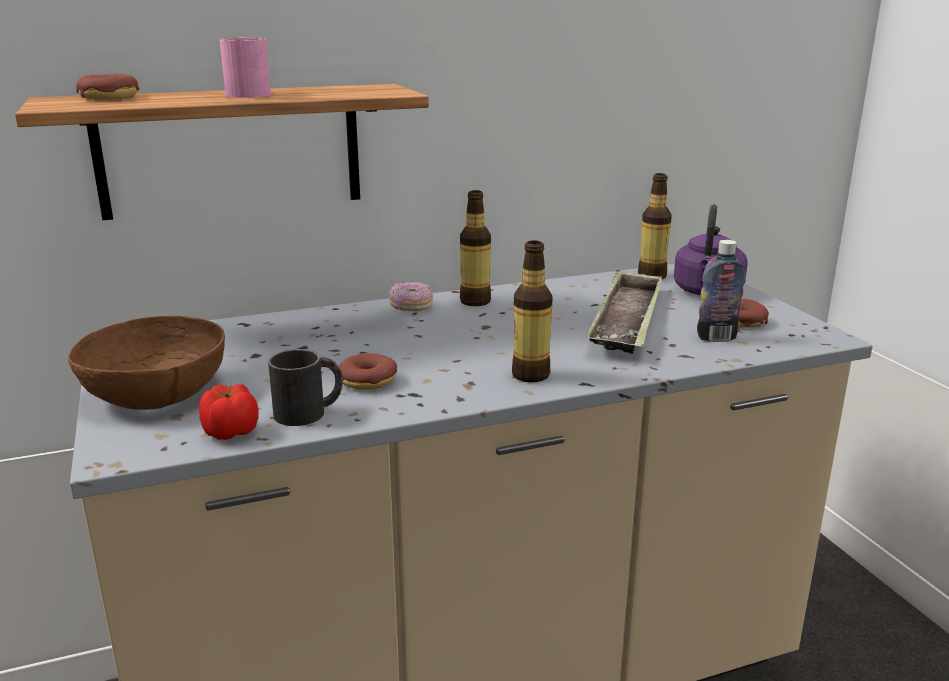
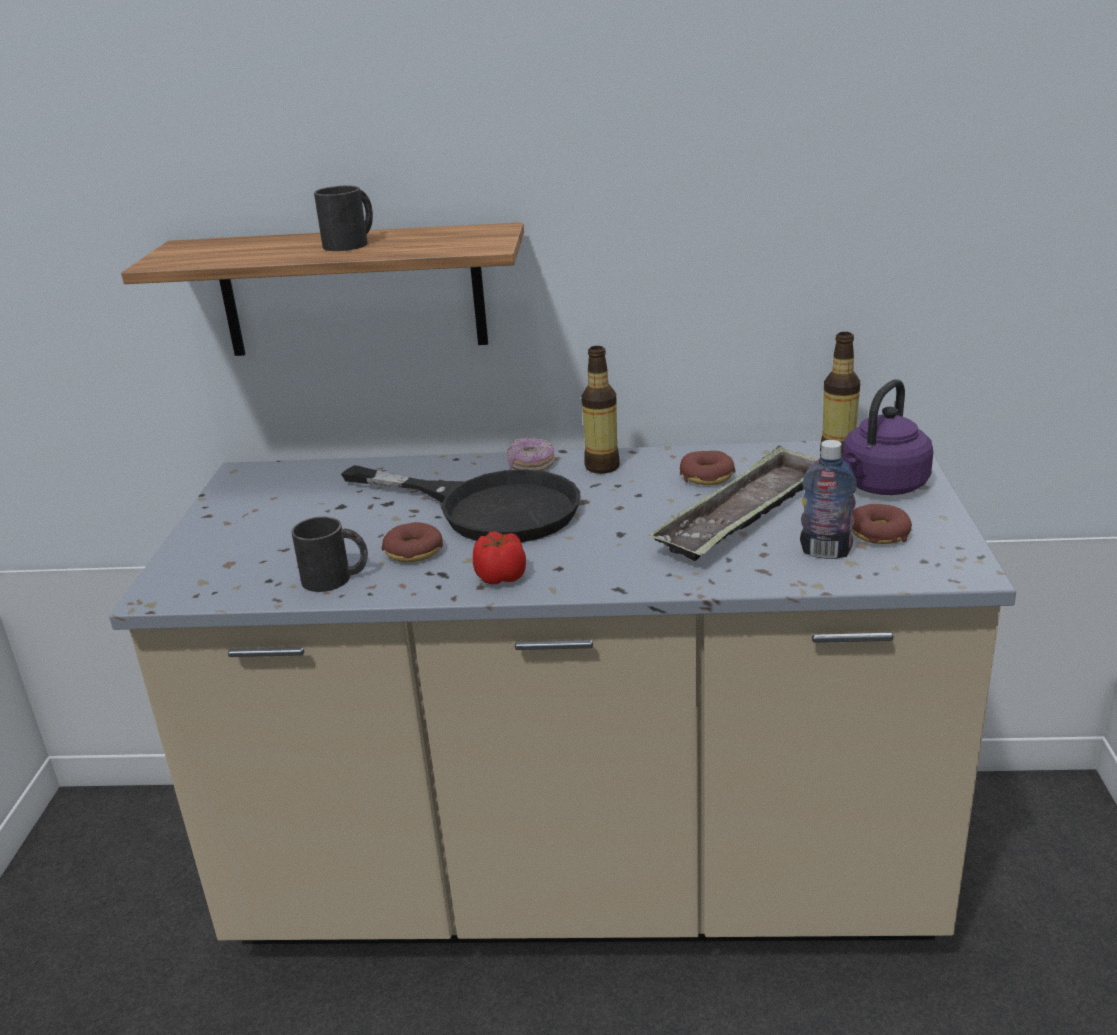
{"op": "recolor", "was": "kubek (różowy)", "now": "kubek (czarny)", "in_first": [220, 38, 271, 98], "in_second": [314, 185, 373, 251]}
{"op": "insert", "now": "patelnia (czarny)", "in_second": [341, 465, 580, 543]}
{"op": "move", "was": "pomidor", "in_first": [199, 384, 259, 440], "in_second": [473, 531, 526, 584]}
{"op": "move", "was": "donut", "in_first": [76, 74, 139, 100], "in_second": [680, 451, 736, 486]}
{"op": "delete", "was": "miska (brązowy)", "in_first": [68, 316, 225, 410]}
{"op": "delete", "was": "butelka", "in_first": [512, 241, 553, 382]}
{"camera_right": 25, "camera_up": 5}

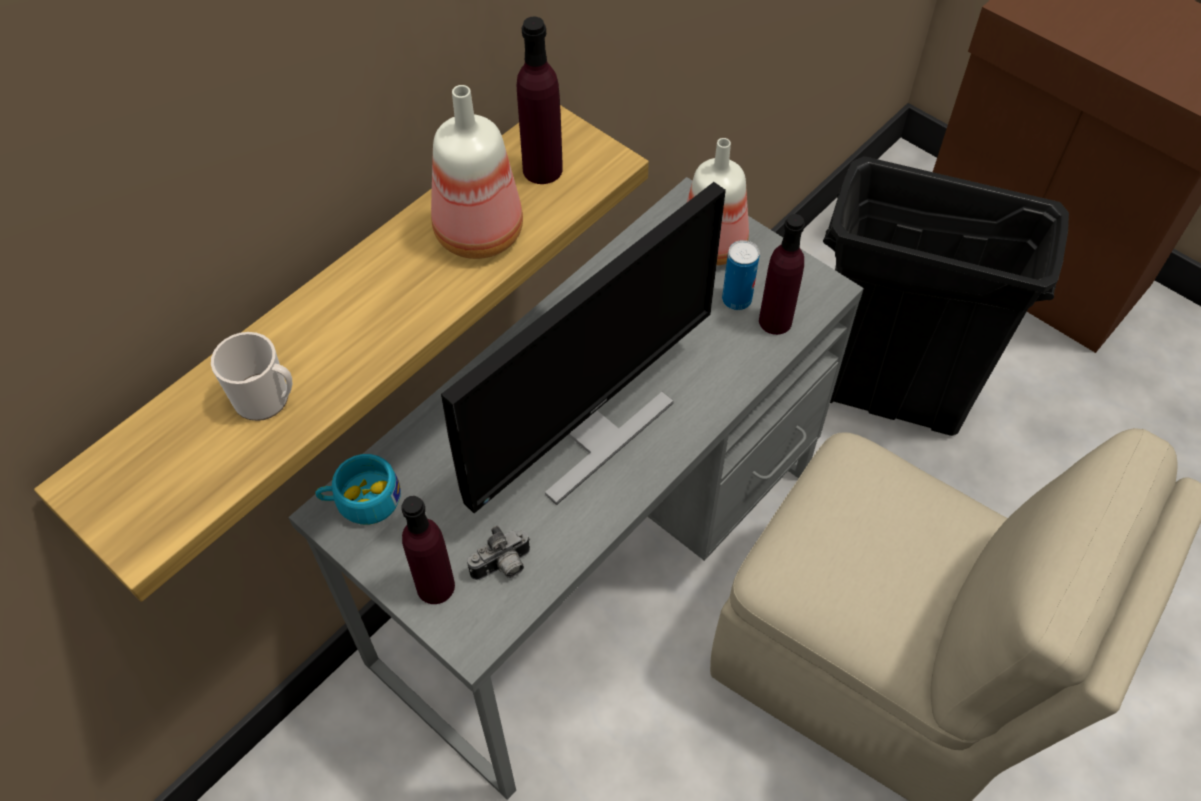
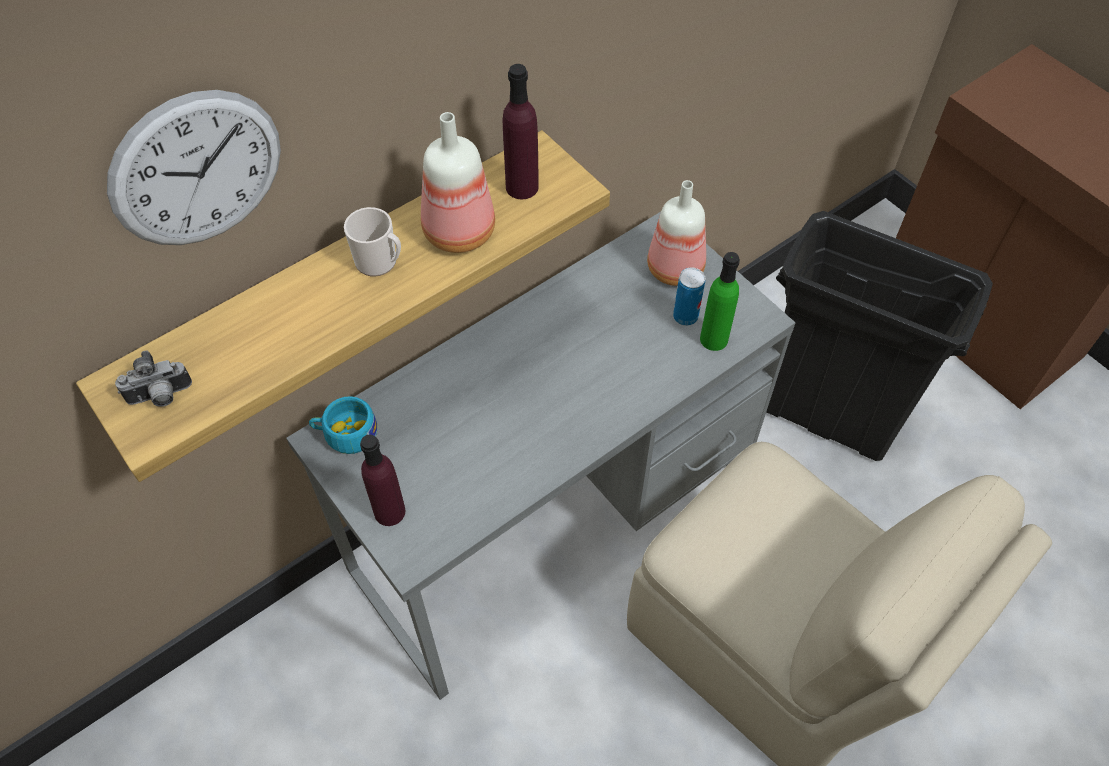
{"op": "insert", "now": "zegar ścienny", "in_second": [107, 90, 281, 245]}
{"op": "move", "was": "aparat fotograficzny", "in_first": [467, 526, 531, 580], "in_second": [115, 351, 192, 407]}
{"op": "move", "was": "kubek", "in_first": [211, 332, 292, 421], "in_second": [344, 207, 401, 277]}
{"op": "recolor", "was": "butelka (fioletowy)", "now": "butelka (zielony)", "in_first": [759, 214, 805, 335], "in_second": [700, 252, 740, 351]}
{"op": "delete", "was": "monitor", "in_first": [441, 182, 726, 513]}
{"camera_right": 10, "camera_up": 0}

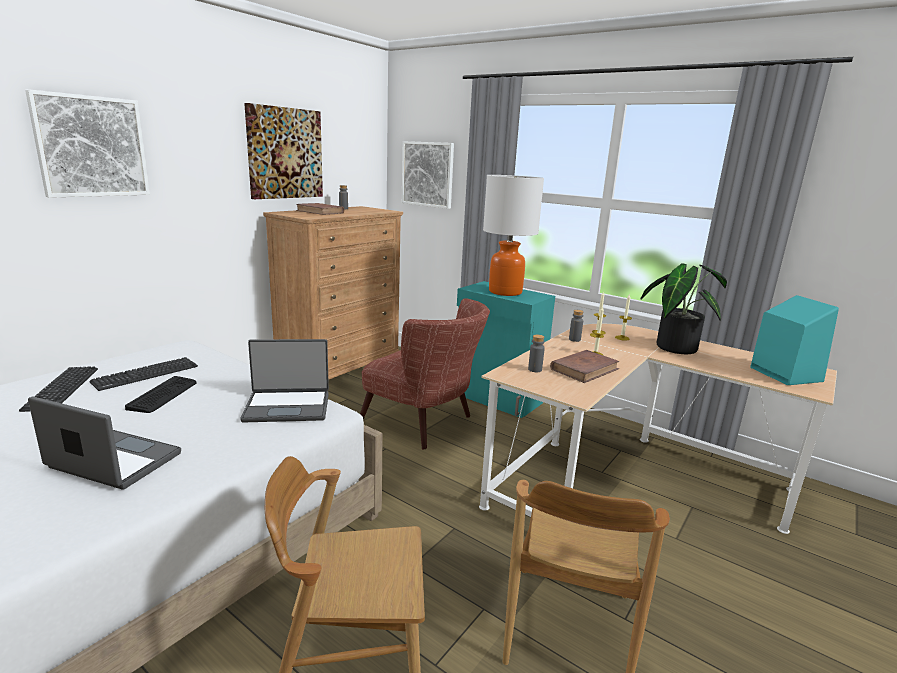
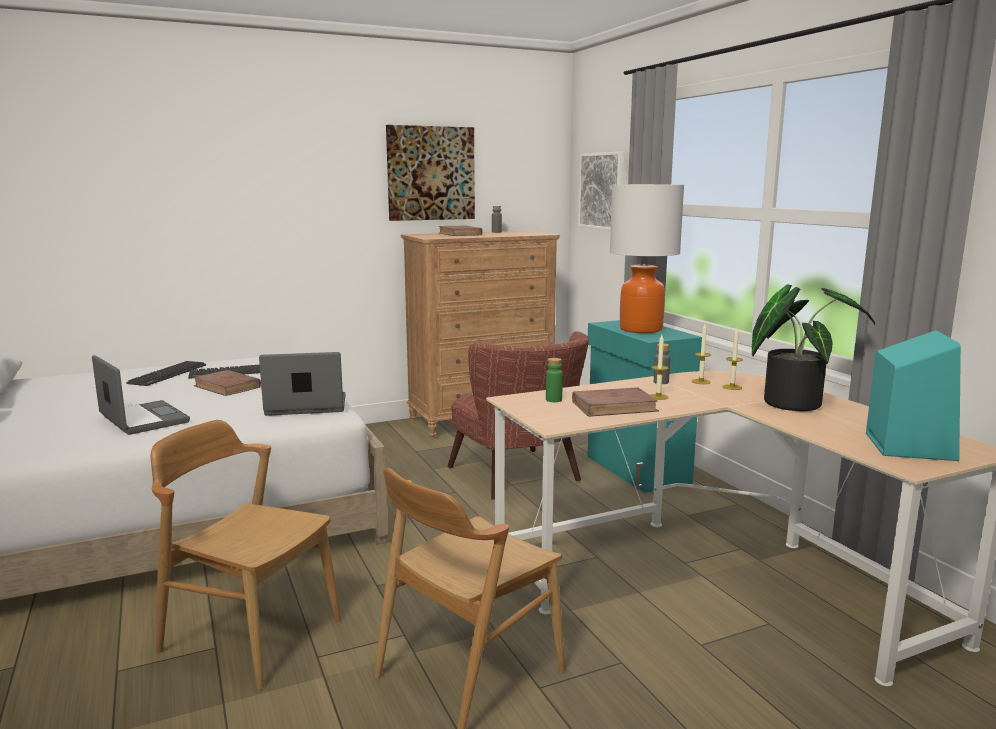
{"op": "replace", "was": "klawiatura", "now": "książka (brązowy)", "in_first": [125, 376, 197, 413], "in_second": [193, 370, 261, 396]}
{"op": "rotate", "was": "laptop", "in_first": [240, 339, 329, 423], "in_second": [259, 352, 345, 416], "clockwise": 150}
{"op": "recolor", "was": "butelka (szary)", "now": "butelka (zielony)", "in_first": [528, 335, 545, 372], "in_second": [546, 358, 563, 402]}
{"op": "delete", "was": "obraz", "in_first": [25, 89, 150, 198]}
{"camera_right": 30, "camera_up": -5}

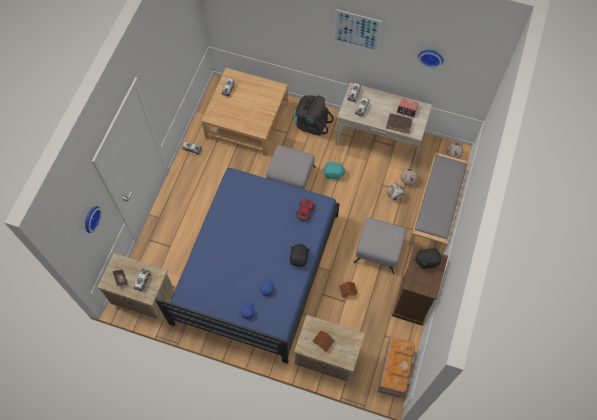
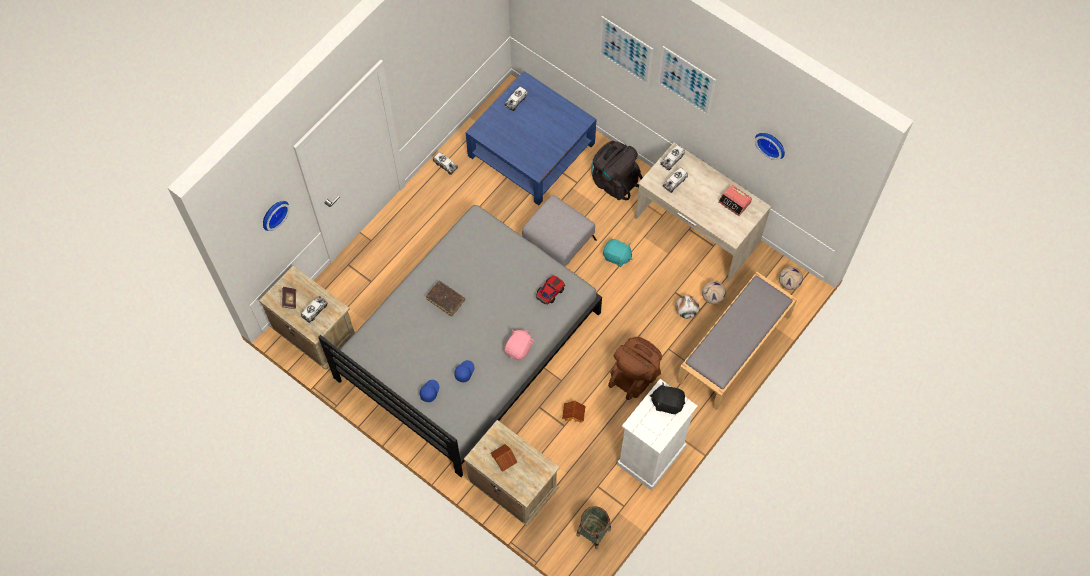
{"op": "recolor", "was": "łóżko (niebieski)", "now": "łóżko (szary)", "in_first": [155, 168, 340, 364], "in_second": [319, 205, 602, 477]}
{"op": "move", "was": "książka (brązowy)", "in_first": [386, 113, 413, 134], "in_second": [426, 280, 465, 316]}
{"op": "recolor", "was": "ława (beżowy)", "now": "ława (niebieski)", "in_first": [201, 68, 288, 156], "in_second": [466, 71, 596, 205]}
{"op": "recolor", "was": "pluszak (czarny)", "now": "pluszak (różowy)", "in_first": [290, 244, 309, 267], "in_second": [504, 329, 534, 360]}
{"op": "replace", "was": "pojemnik do przechowywania", "now": "koszyk", "in_first": [378, 337, 415, 397], "in_second": [576, 506, 611, 549]}
{"op": "insert", "now": "obraz", "in_second": [599, 16, 653, 85]}
{"op": "replace", "was": "pufa (szary)", "now": "plecak (brązowy)", "in_first": [354, 217, 406, 275], "in_second": [608, 337, 662, 400]}
{"op": "recolor", "was": "komoda (brązowy)", "now": "komoda (biały)", "in_first": [392, 246, 448, 326], "in_second": [617, 379, 698, 491]}
{"camera_right": 20, "camera_up": 0}

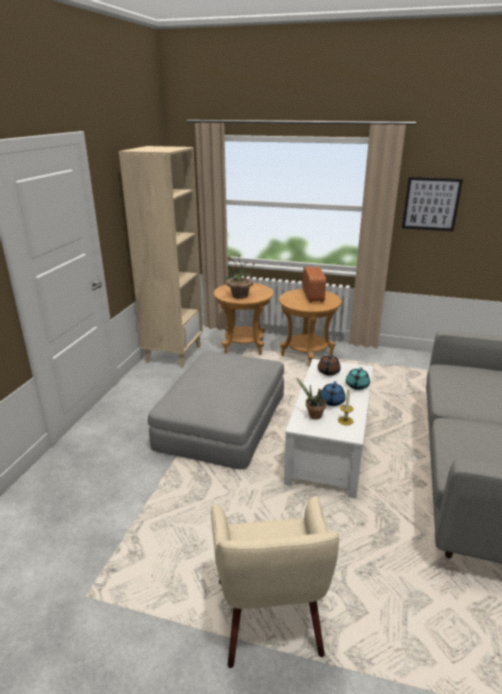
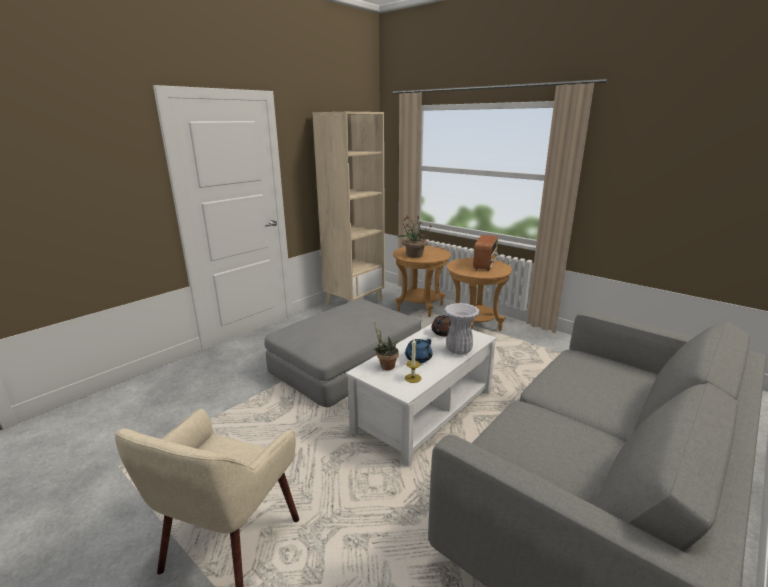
{"op": "replace", "was": "imbryk (turkusowy)", "now": "wazon (biały)", "in_first": [346, 367, 370, 390], "in_second": [444, 303, 480, 354]}
{"op": "delete", "was": "obraz", "in_first": [402, 177, 463, 231]}
{"camera_right": 25, "camera_up": -5}

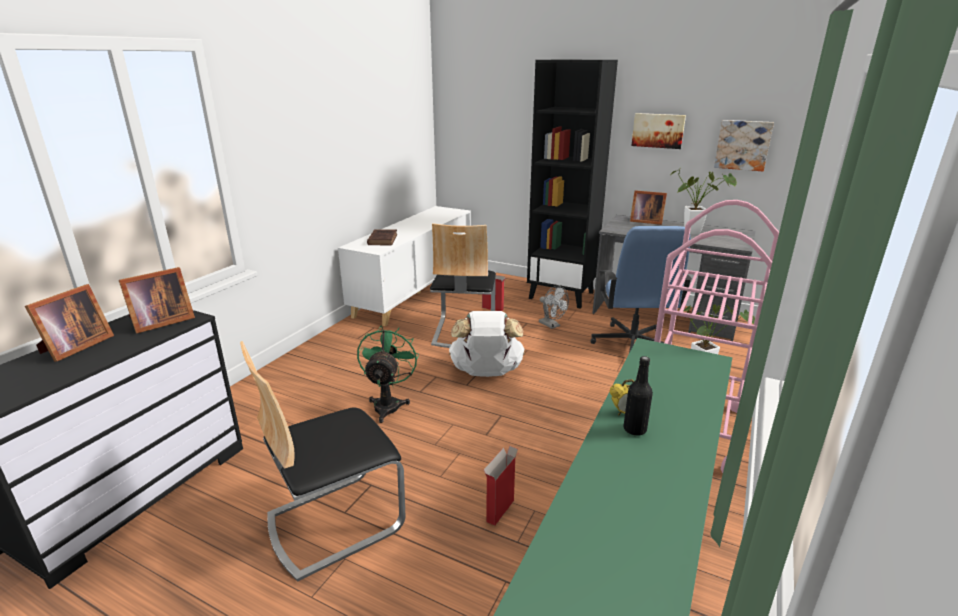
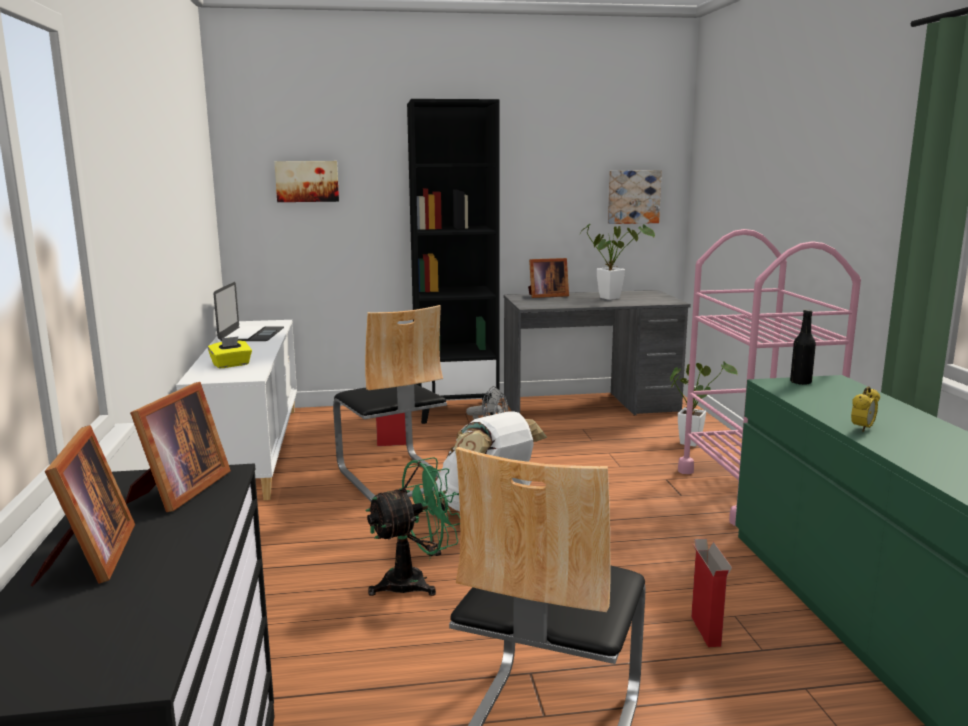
{"op": "replace", "was": "książka (brązowy)", "now": "pudełko chusteczek (żółty)", "in_first": [367, 229, 397, 245], "in_second": [208, 336, 252, 369]}
{"op": "insert", "now": "laptop", "in_second": [214, 282, 284, 341]}
{"op": "move", "was": "obraz", "in_first": [631, 113, 686, 149], "in_second": [274, 161, 339, 202]}
{"op": "rotate", "was": "wentylator (zielony)", "in_first": [357, 326, 419, 423], "in_second": [366, 457, 460, 596], "clockwise": 90}
{"op": "move", "was": "butelka (czarny)", "in_first": [623, 356, 653, 436], "in_second": [790, 310, 816, 385]}
{"op": "delete", "was": "krzesło biurowe (niebieski)", "in_first": [591, 226, 692, 353]}
{"camera_right": -35, "camera_up": -10}

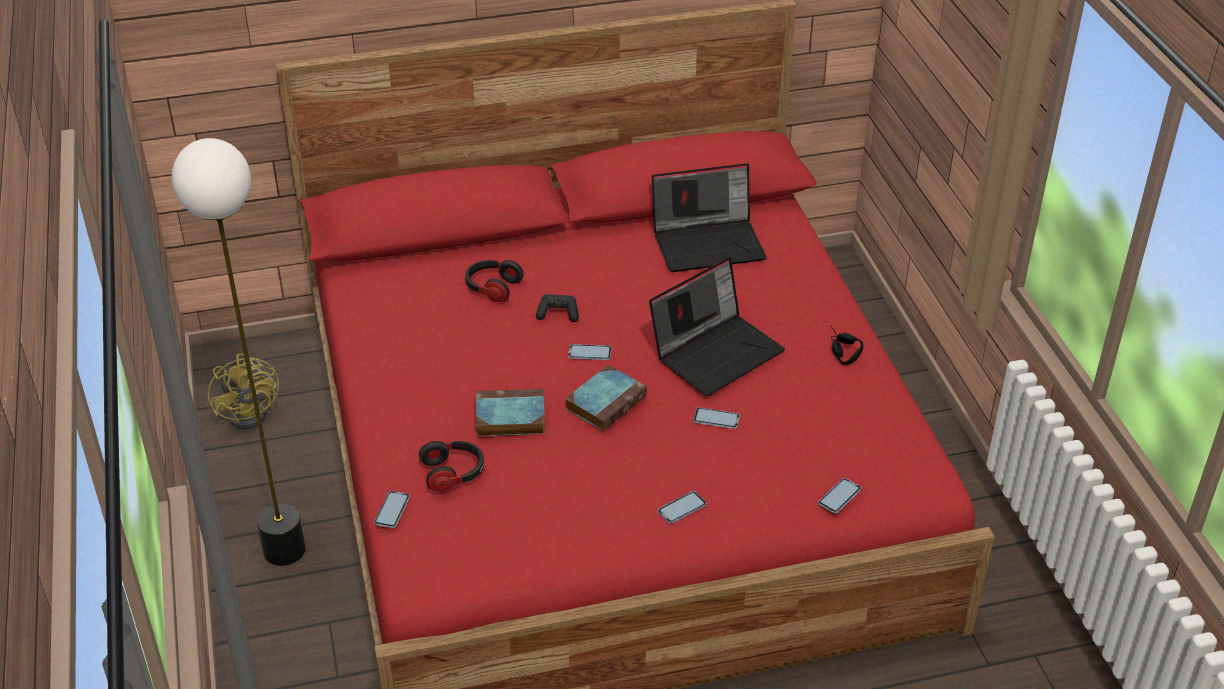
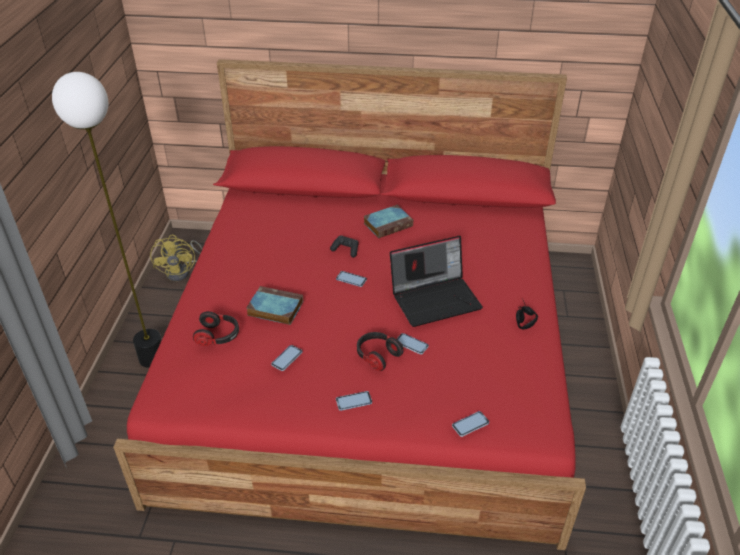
{"op": "move", "was": "telefon", "in_first": [374, 491, 410, 528], "in_second": [271, 345, 302, 371]}
{"op": "move", "was": "słuchawki", "in_first": [465, 260, 524, 302], "in_second": [357, 332, 403, 371]}
{"op": "move", "was": "książka", "in_first": [565, 365, 647, 431], "in_second": [364, 205, 413, 238]}
{"op": "delete", "was": "laptop", "in_first": [652, 163, 766, 272]}
{"camera_right": 20, "camera_up": 0}

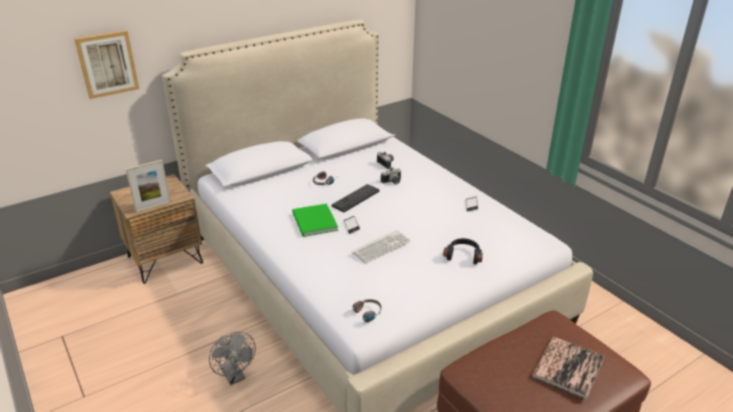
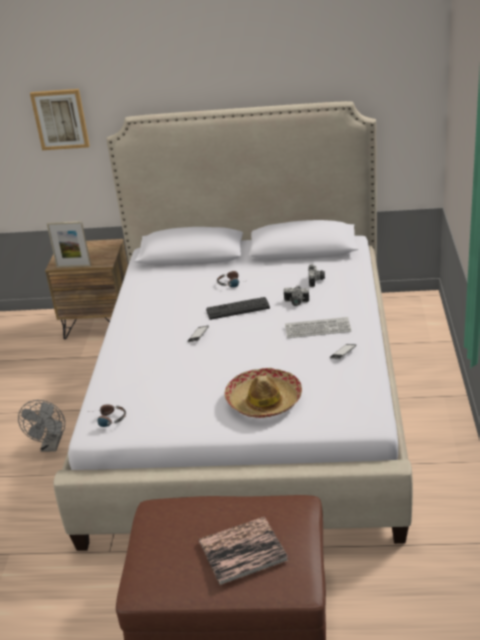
{"op": "replace", "was": "słuchawki (czarny)", "now": "kapelusz", "in_first": [443, 238, 483, 265], "in_second": [224, 368, 302, 418]}
{"op": "move", "was": "klawiatura", "in_first": [352, 230, 410, 264], "in_second": [285, 317, 351, 338]}
{"op": "delete", "was": "książka (zielony)", "in_first": [292, 203, 338, 237]}
{"camera_right": 40, "camera_up": 0}

